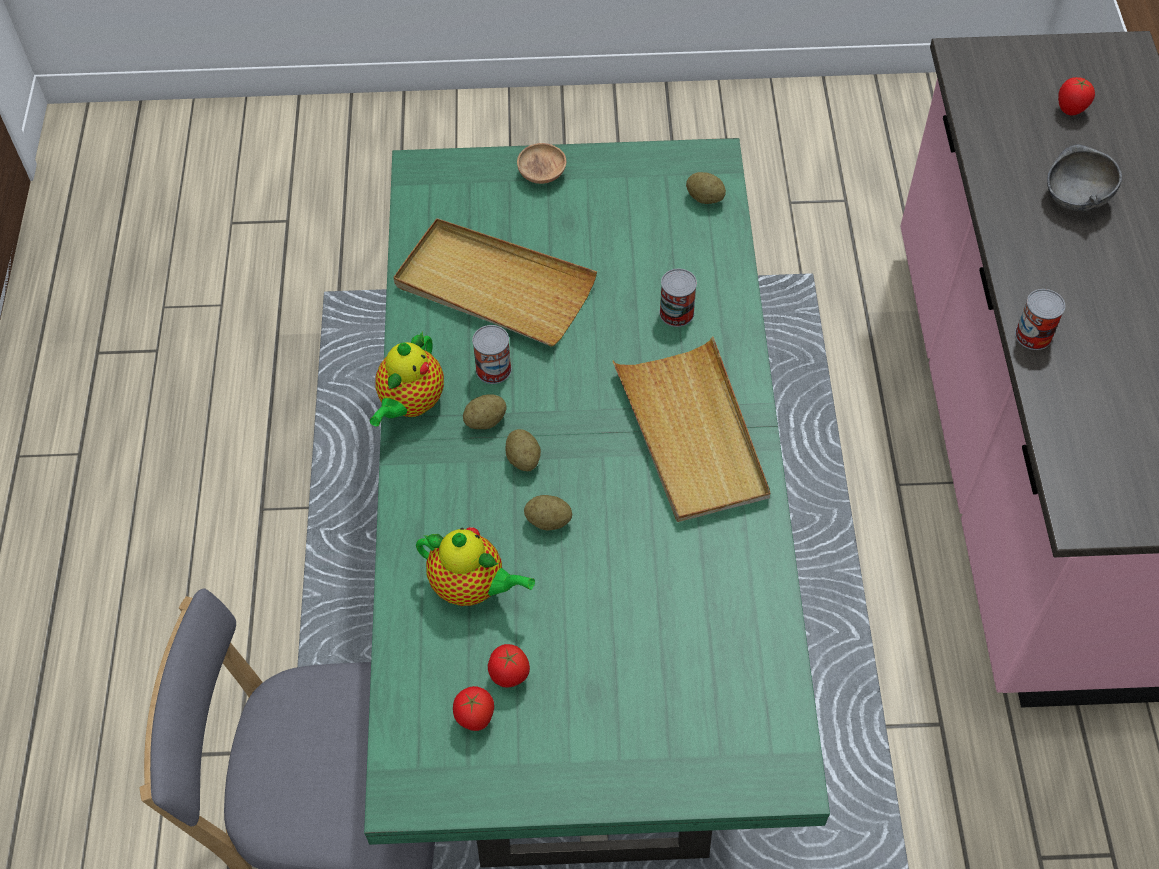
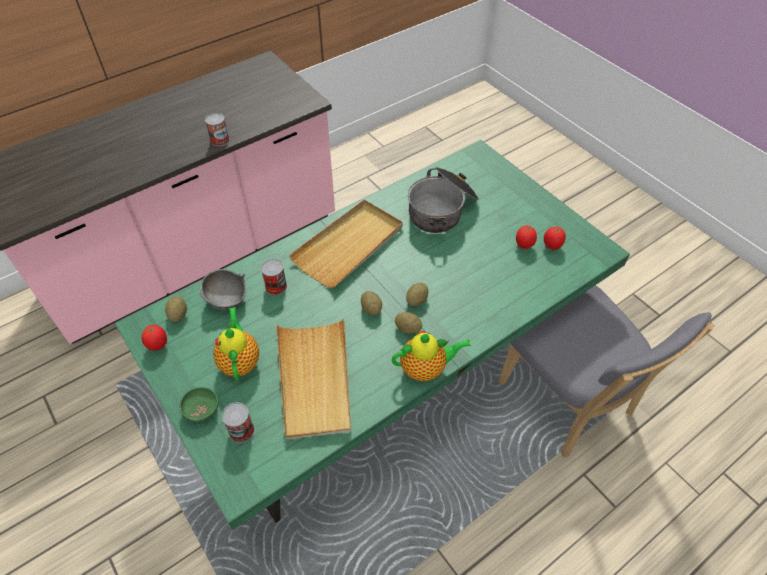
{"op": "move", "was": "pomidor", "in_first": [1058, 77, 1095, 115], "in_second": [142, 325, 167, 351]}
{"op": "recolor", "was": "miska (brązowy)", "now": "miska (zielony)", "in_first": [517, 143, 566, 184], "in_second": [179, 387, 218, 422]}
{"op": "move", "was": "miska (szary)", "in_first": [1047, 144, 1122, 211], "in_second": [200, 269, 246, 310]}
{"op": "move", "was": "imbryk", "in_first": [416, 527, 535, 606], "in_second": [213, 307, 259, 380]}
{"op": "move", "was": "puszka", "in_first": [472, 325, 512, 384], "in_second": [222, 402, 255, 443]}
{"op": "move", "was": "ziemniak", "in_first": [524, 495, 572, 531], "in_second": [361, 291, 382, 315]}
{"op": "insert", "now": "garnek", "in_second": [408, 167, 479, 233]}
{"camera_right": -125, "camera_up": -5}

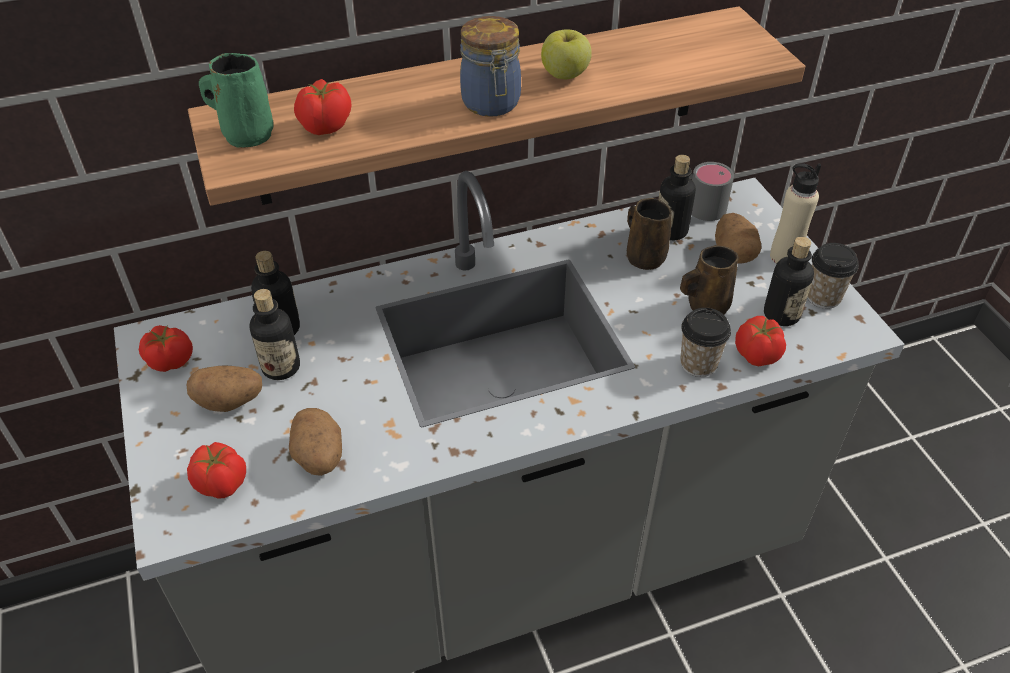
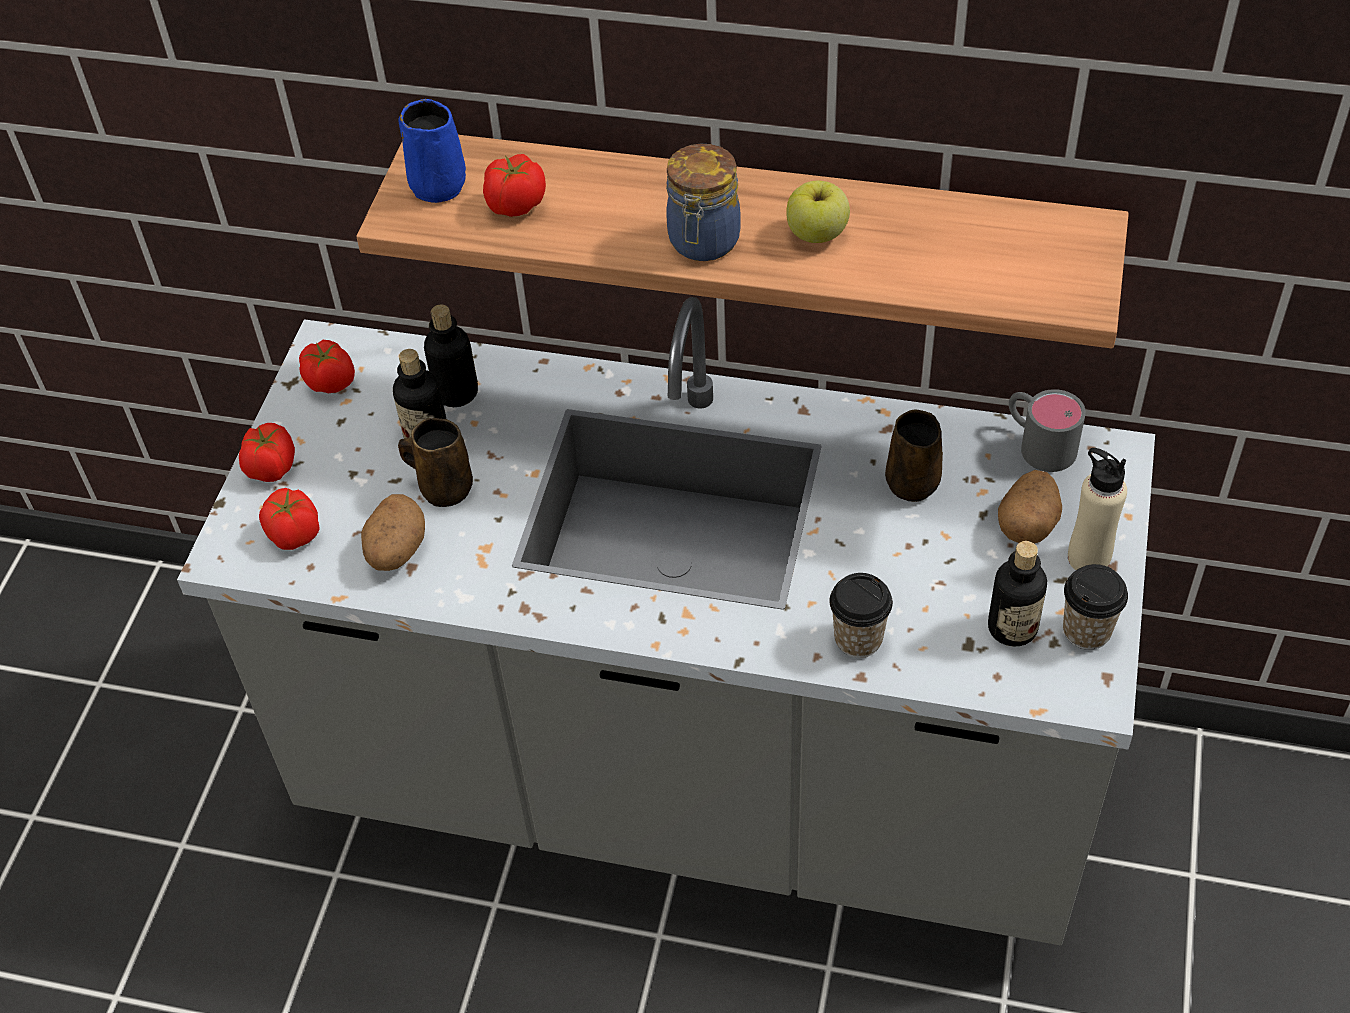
{"op": "move", "was": "pomidor", "in_first": [735, 316, 786, 366], "in_second": [239, 423, 295, 482]}
{"op": "recolor", "was": "kubek (zielony)", "now": "kubek (niebieski)", "in_first": [199, 53, 273, 148], "in_second": [398, 99, 466, 203]}
{"op": "move", "was": "kubek (brązowy)", "in_first": [680, 245, 739, 315], "in_second": [398, 418, 473, 507]}
{"op": "delete", "was": "ziemniak", "in_first": [187, 365, 262, 412]}
{"op": "delete", "was": "butelka", "in_first": [659, 155, 696, 240]}
{"camera_right": 35, "camera_up": 5}

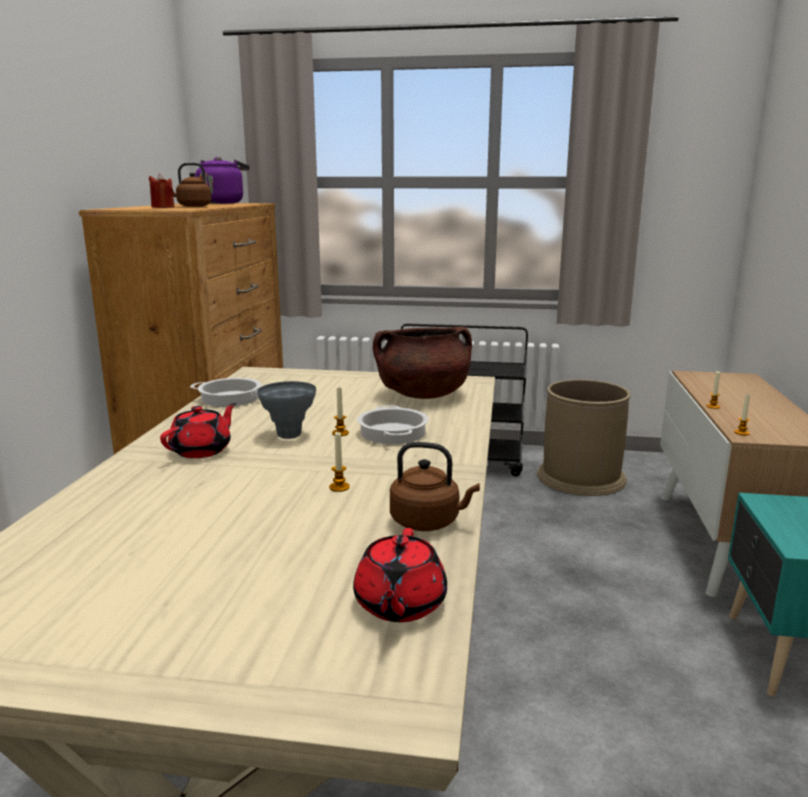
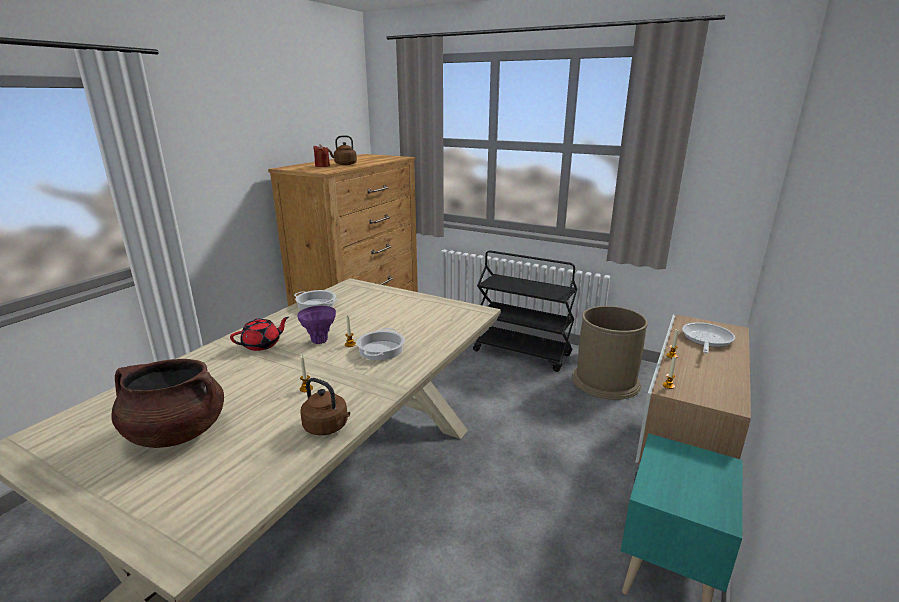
{"op": "move", "was": "garnek (brązowy)", "in_first": [373, 327, 472, 399], "in_second": [111, 359, 224, 448]}
{"op": "recolor", "was": "wazon (szary)", "now": "wazon (fioletowy)", "in_first": [258, 381, 316, 439], "in_second": [297, 306, 336, 344]}
{"op": "insert", "now": "patelnia", "in_second": [682, 323, 735, 354]}
{"op": "delete", "was": "czajnik (fioletowy)", "in_first": [194, 157, 250, 204]}
{"op": "delete", "was": "imbryk (czerwony)", "in_first": [353, 528, 447, 622]}
{"camera_right": 20, "camera_up": 5}

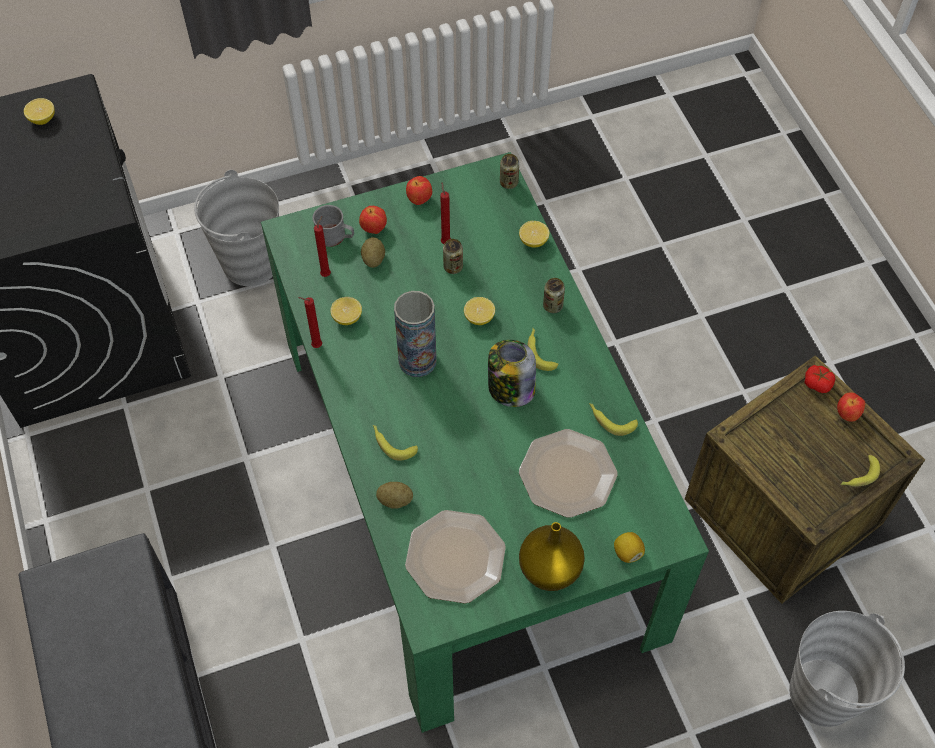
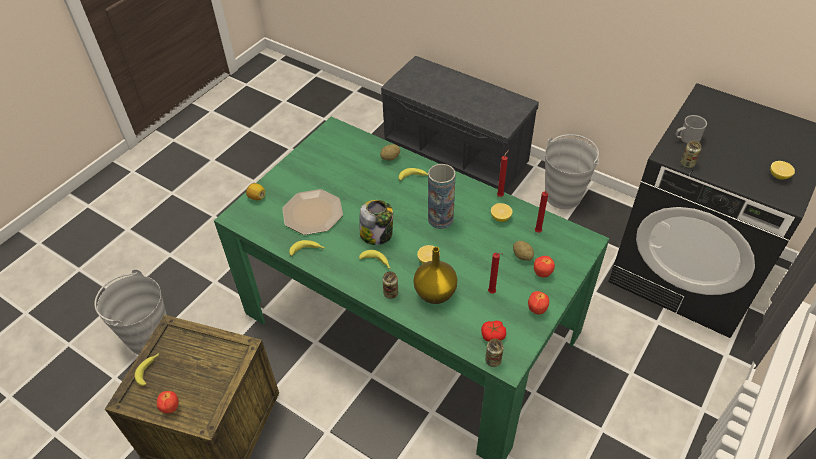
{"op": "move", "was": "wazon (żółty)", "in_first": [519, 522, 585, 591], "in_second": [414, 247, 457, 304]}
{"op": "move", "was": "pomidor", "in_first": [804, 365, 835, 393], "in_second": [481, 321, 506, 342]}
{"op": "move", "was": "wiadro (szary)", "in_first": [194, 170, 279, 286], "in_second": [545, 134, 599, 209]}
{"op": "move", "was": "kubek (szary)", "in_first": [313, 205, 354, 247], "in_second": [675, 115, 707, 144]}
{"op": "move", "was": "puszka", "in_first": [443, 239, 463, 274], "in_second": [681, 141, 701, 168]}
{"op": "delete", "was": "talerz", "in_first": [405, 510, 506, 604]}
{"op": "delete", "was": "cytryna", "in_first": [519, 221, 549, 248]}
{"camera_right": 145, "camera_up": -10}

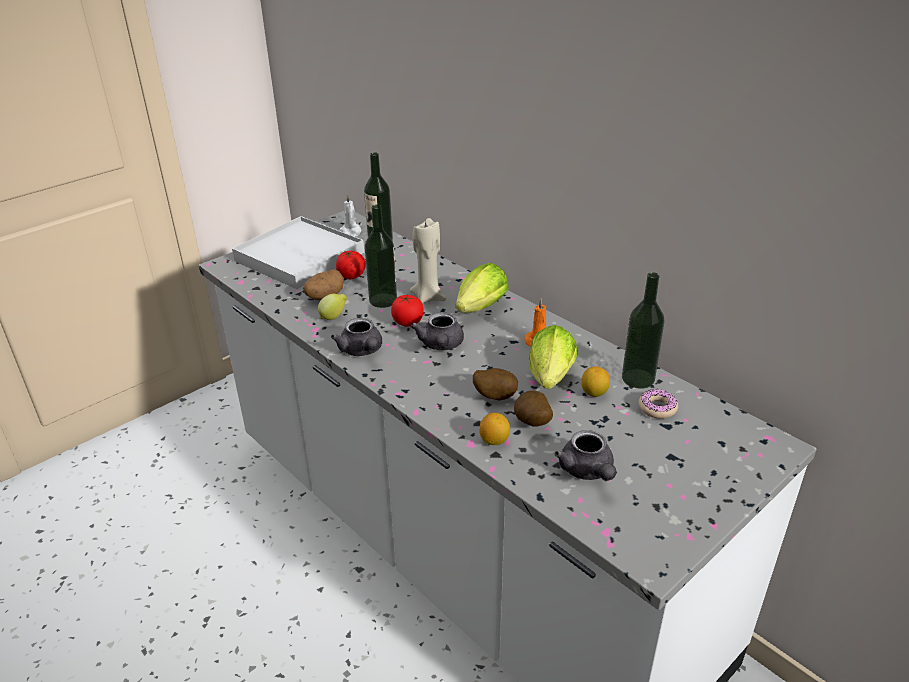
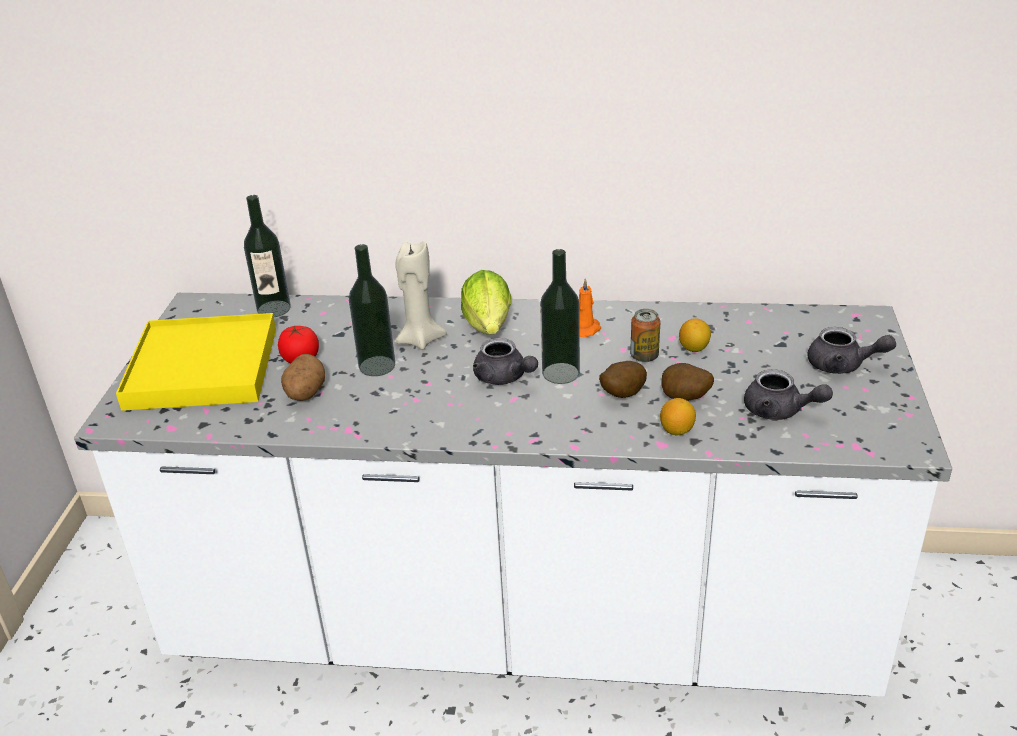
{"op": "recolor", "was": "taca (biały)", "now": "taca (żółty)", "in_first": [232, 216, 364, 289], "in_second": [116, 313, 276, 411]}
{"op": "move", "was": "butelka", "in_first": [622, 272, 664, 389], "in_second": [540, 249, 580, 384]}
{"op": "replace", "was": "sałata", "now": "puszka", "in_first": [529, 325, 577, 389], "in_second": [630, 309, 661, 362]}
{"op": "move", "was": "imbryk (szary)", "in_first": [331, 318, 382, 356], "in_second": [807, 327, 896, 374]}
{"op": "delete", "was": "cytryna", "in_first": [318, 294, 347, 320]}
{"op": "delete", "was": "świeca (biały)", "in_first": [339, 194, 361, 237]}
{"op": "delete", "was": "pomidor", "in_first": [391, 295, 424, 327]}
{"op": "delete", "was": "donut", "in_first": [638, 389, 678, 419]}
{"camera_right": -40, "camera_up": 0}

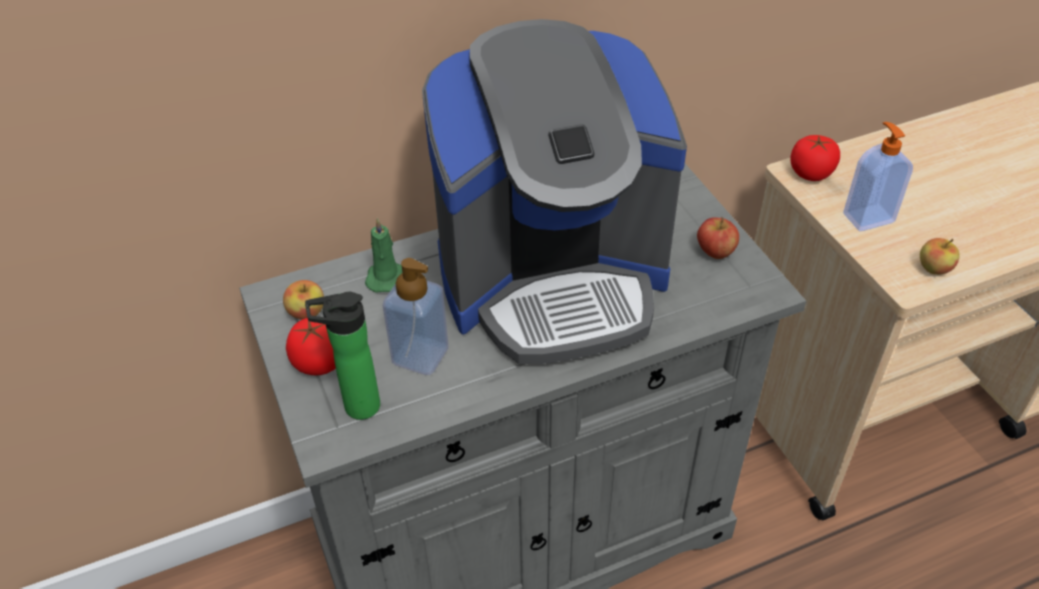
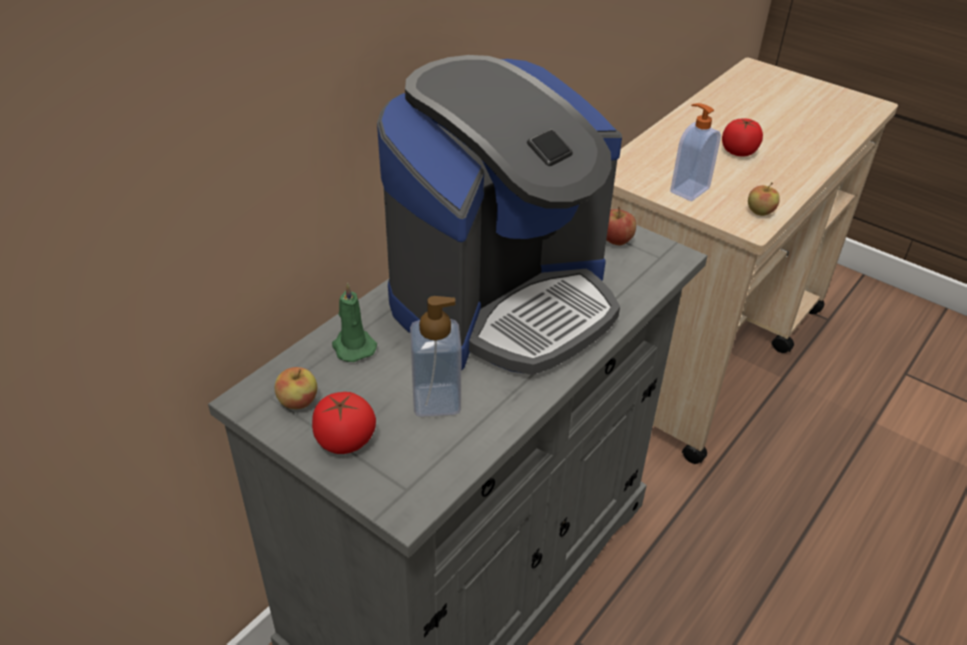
{"op": "move", "was": "pomidor", "in_first": [790, 135, 840, 181], "in_second": [722, 118, 763, 157]}
{"op": "delete", "was": "butelka", "in_first": [305, 292, 380, 420]}
{"camera_right": -30, "camera_up": -5}

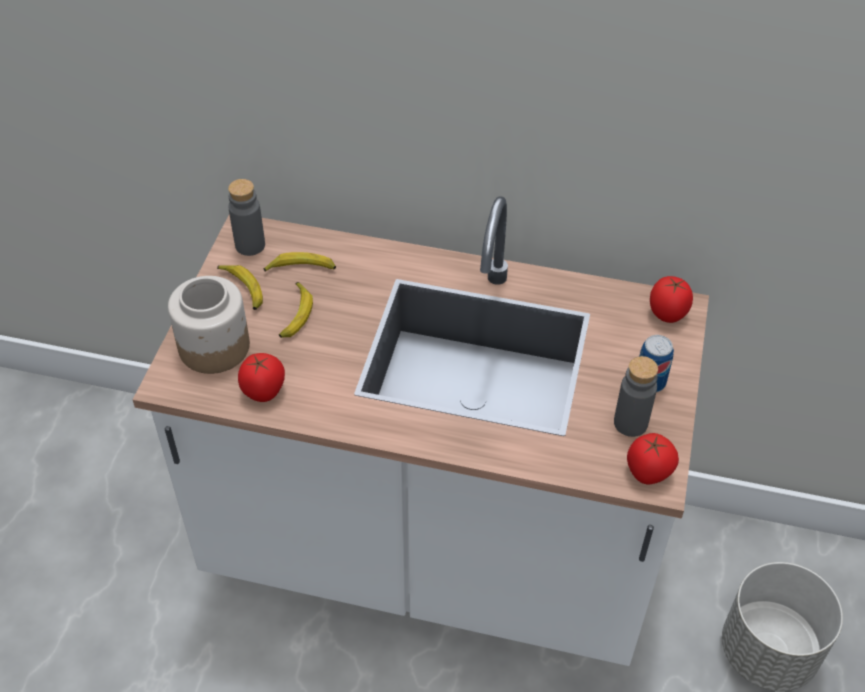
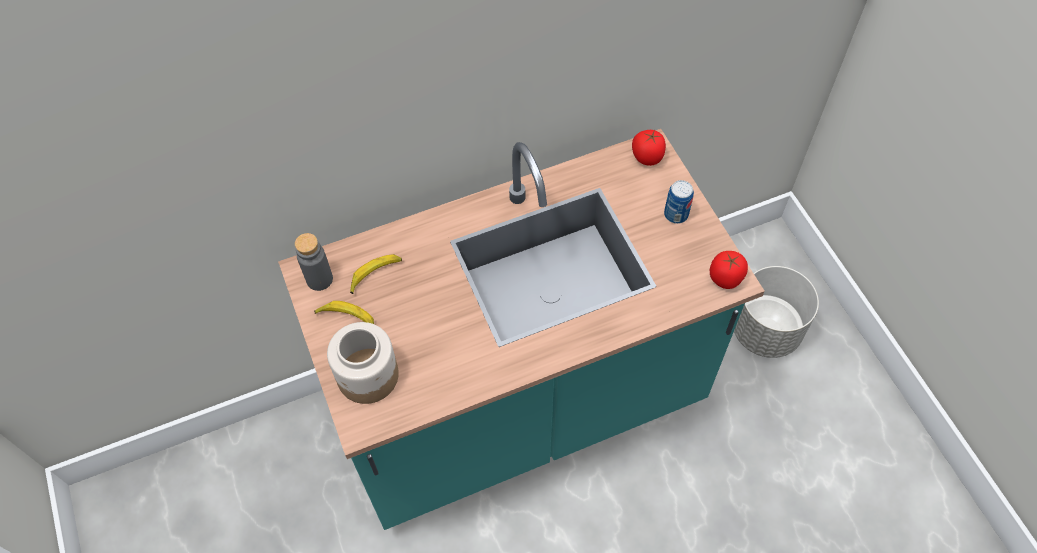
{"op": "recolor", "was": "zabudowa kuchenna (biały)", "now": "zabudowa kuchenna (turkusowy)", "in_first": [133, 196, 709, 666], "in_second": [278, 129, 765, 530]}
{"op": "delete", "was": "pomidor", "in_first": [238, 353, 285, 402]}
{"op": "delete", "was": "banan", "in_first": [279, 282, 313, 338]}
{"op": "delete", "was": "butelka (szary)", "in_first": [614, 356, 658, 437]}
{"camera_right": -35, "camera_up": 10}

